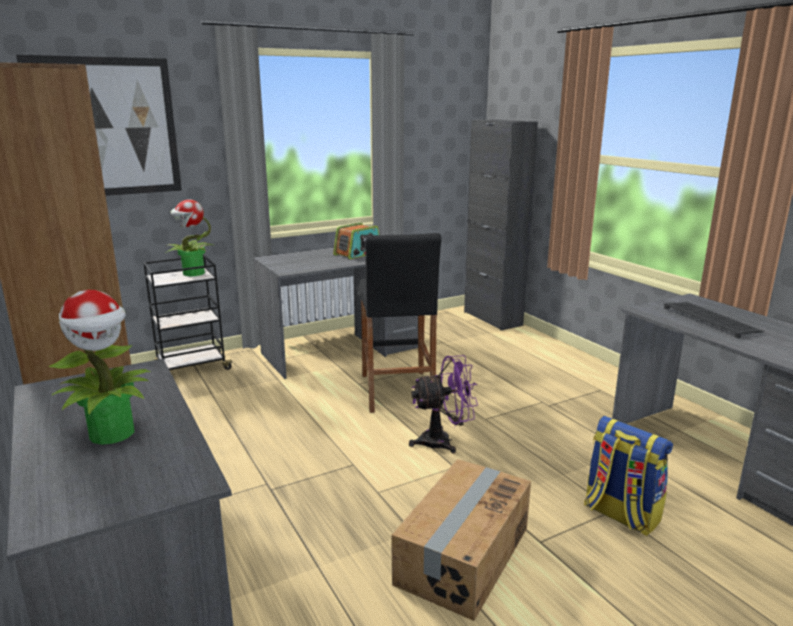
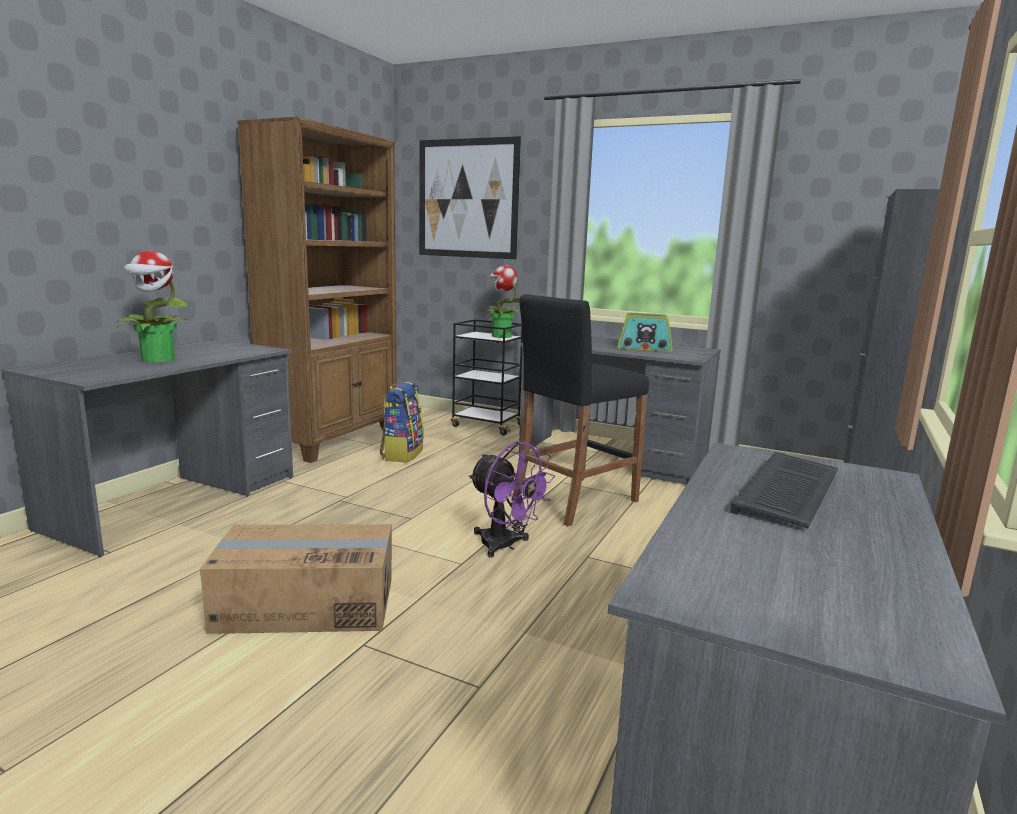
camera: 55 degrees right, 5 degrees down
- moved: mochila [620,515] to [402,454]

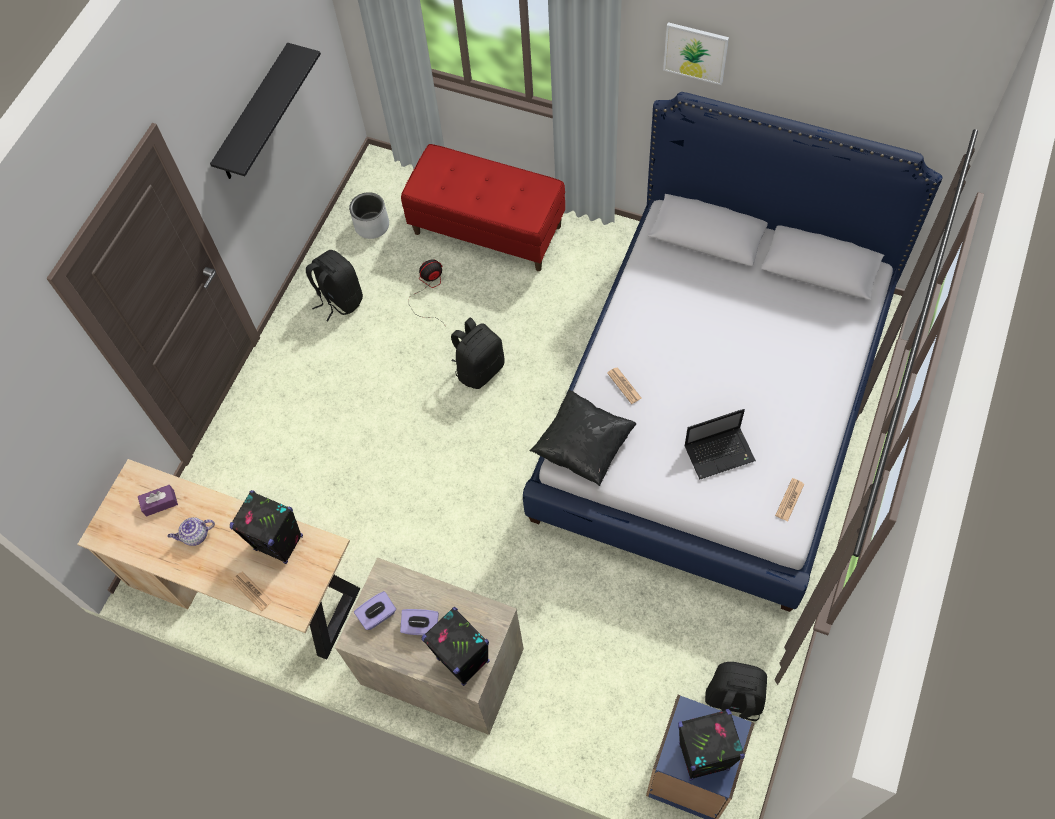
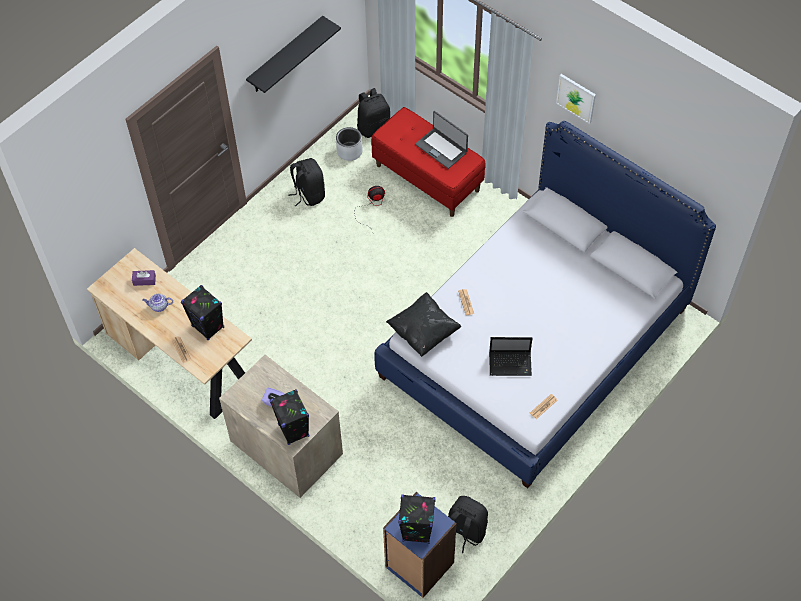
camera: 15 degrees right, 5 degrees down
- removed: caja de pañuelos [morado] [377,615]
- added: portátil [441,148]
- moved: mochila [negro] [479,369] to [373,127]

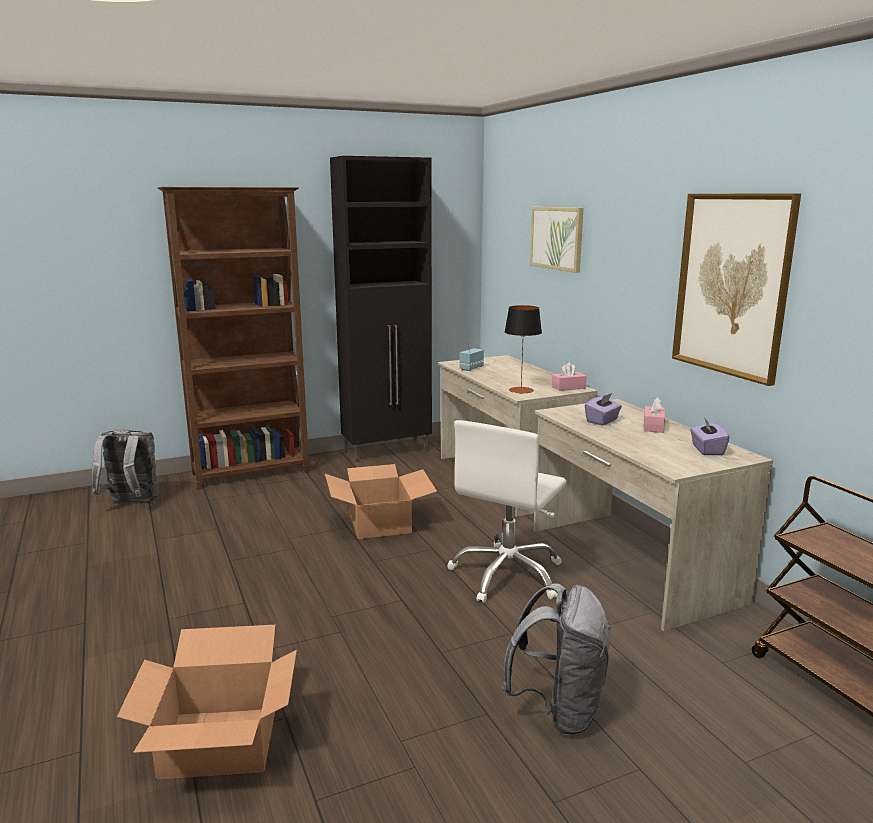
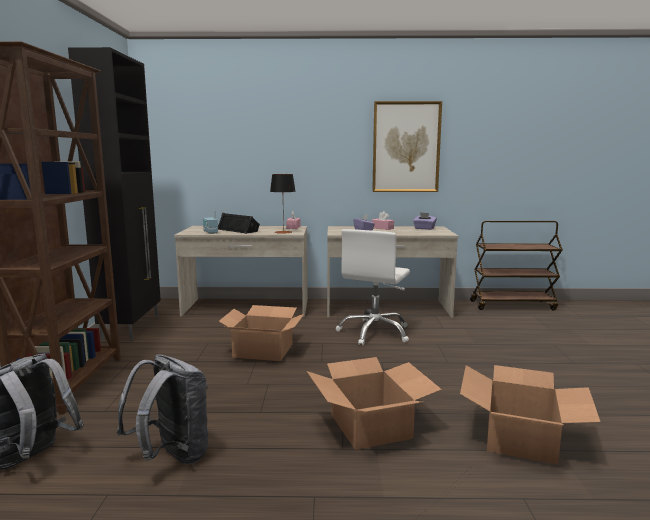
camera: 65 degrees left, 5 degrees down
- removed: cuadro [557,238]
- added: altavoz [negro] [238,230]
- added: caja de cartón [371,426]
- moved: mochila [gris] [559,710] to [171,456]
- turned: silla de oficina [blanco] [508,575] = [375,332] 60 degrees clockwise

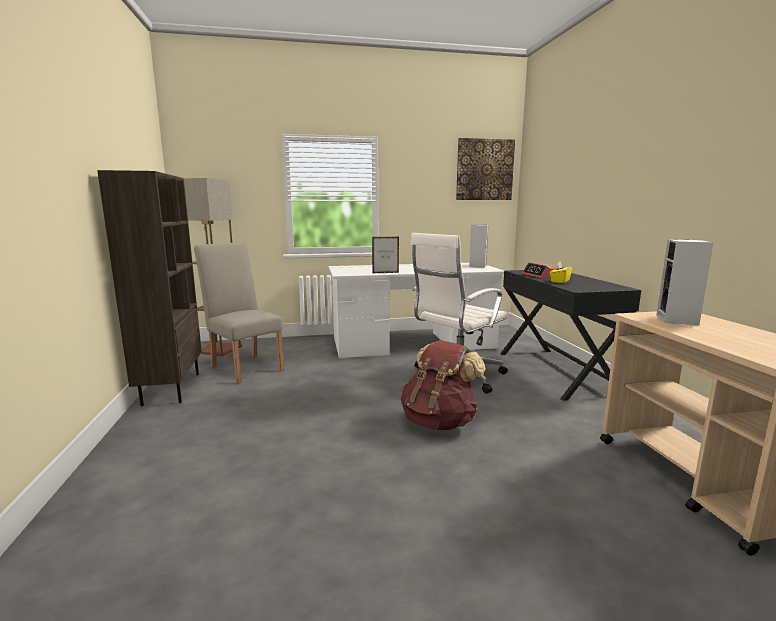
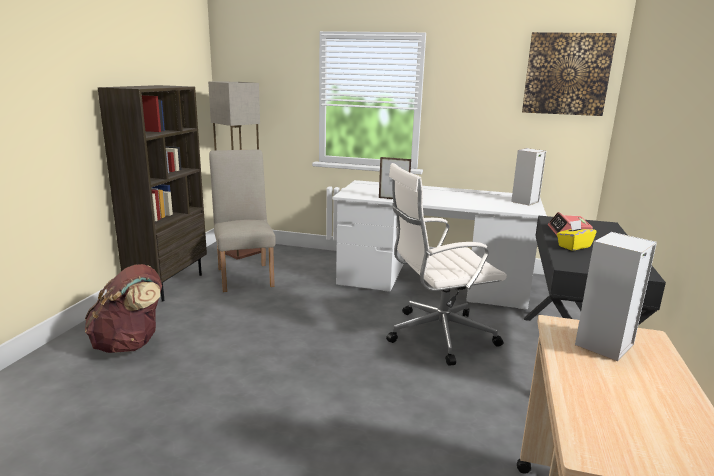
camera: 25 degrees right, 5 degrees up
- moved: mochila [marrón] [439,422] to [130,344]

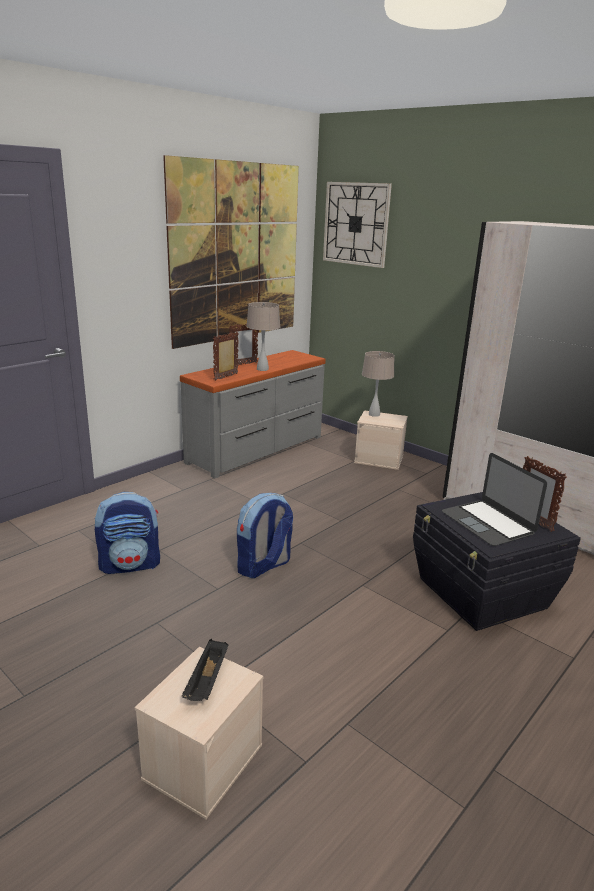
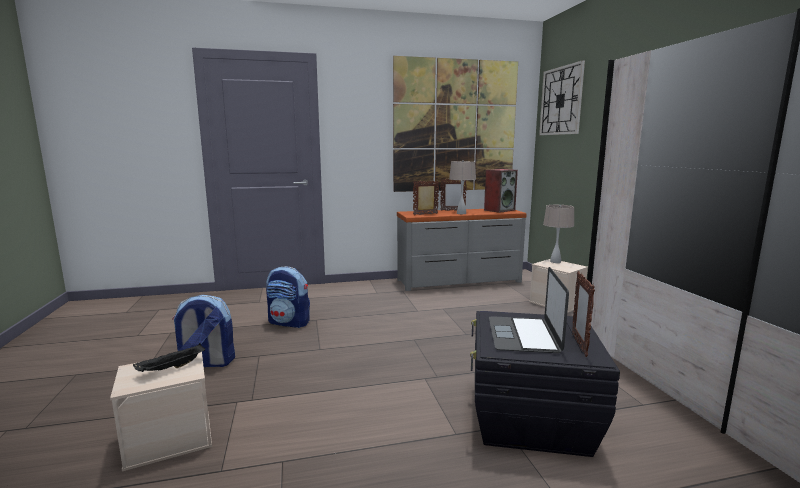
camera: 35 degrees right, 10 degrees down
- added: altavoz [499,210]
- moved: mochila [263,566] to [206,363]

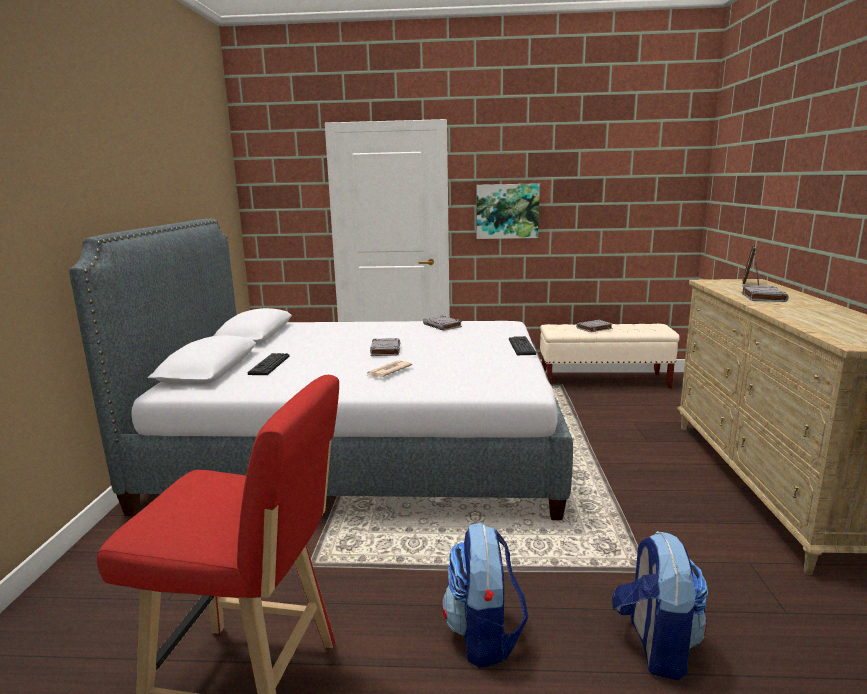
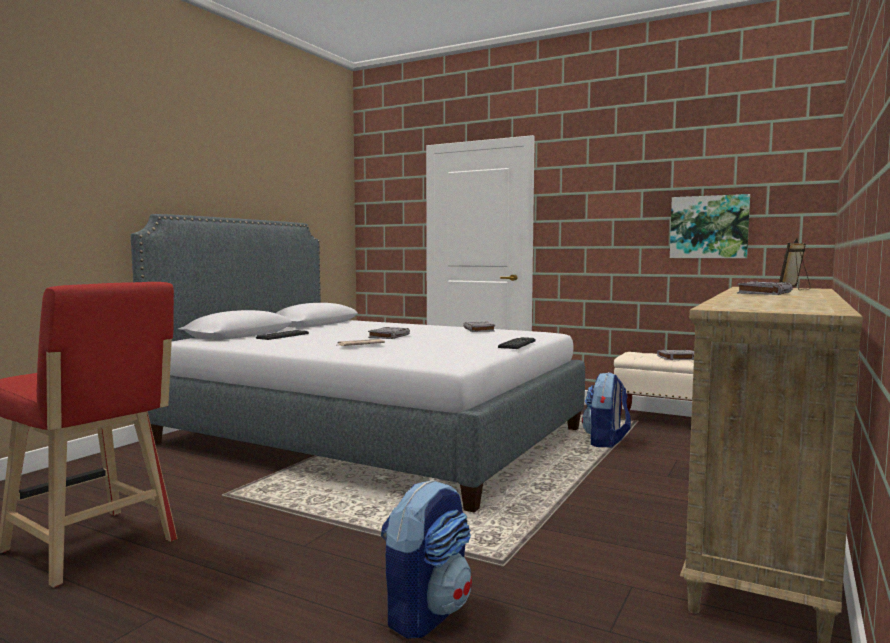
camera: 25 degrees right, 10 degrees down
- moved: mochila [484,636] to [606,442]
- moved: cuadro [507,211] to [709,227]

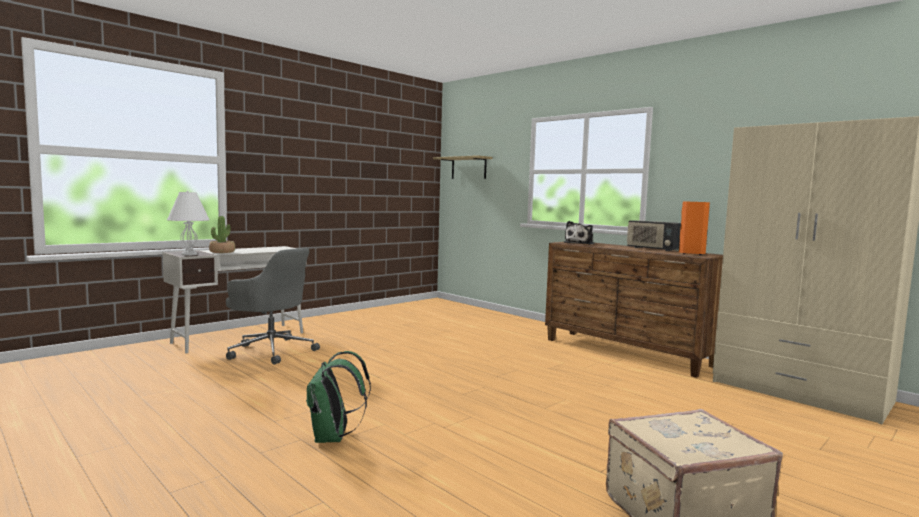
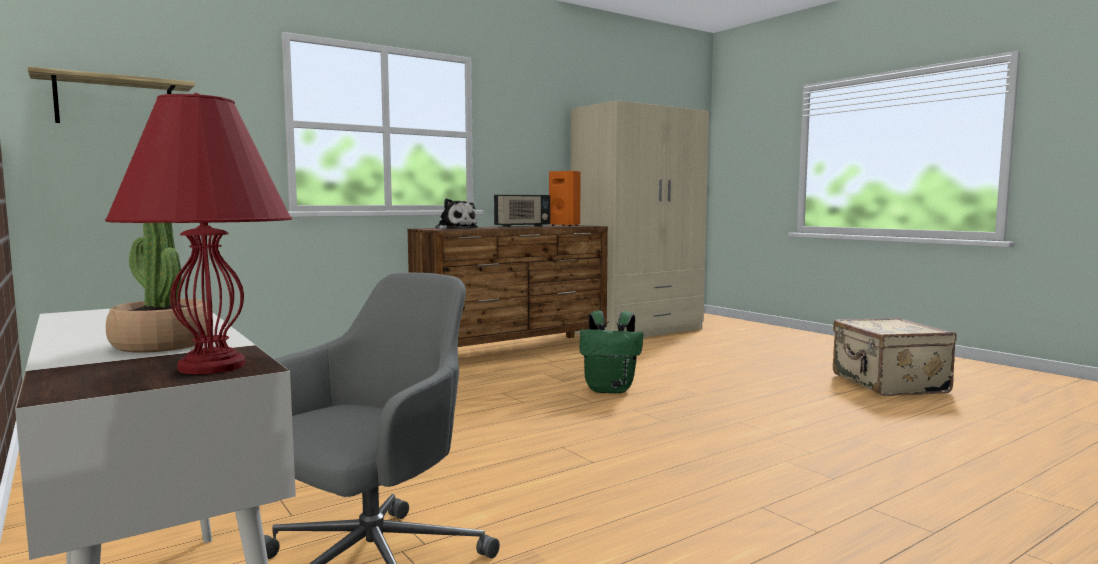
camera: 80 degrees left, 0 degrees up
- moved: mochila [verde] [333,438] to [610,389]
- recoloured: lámpara de mesa [blanco] [189,254] to lámpara de mesa [rojo] [212,366]

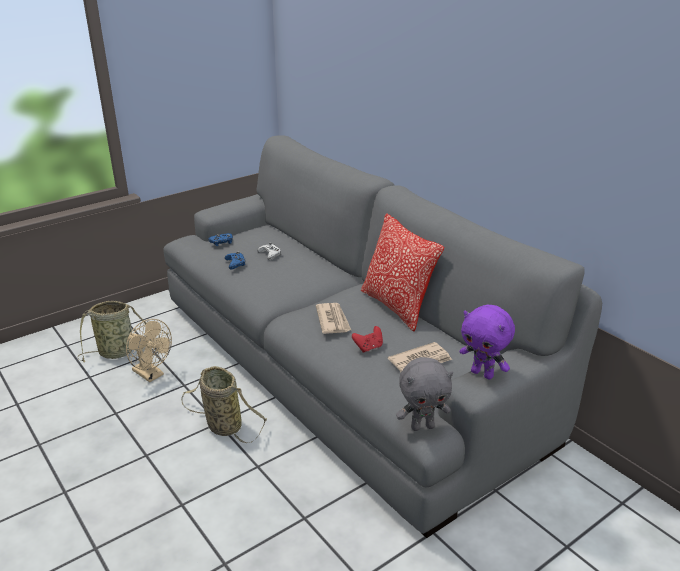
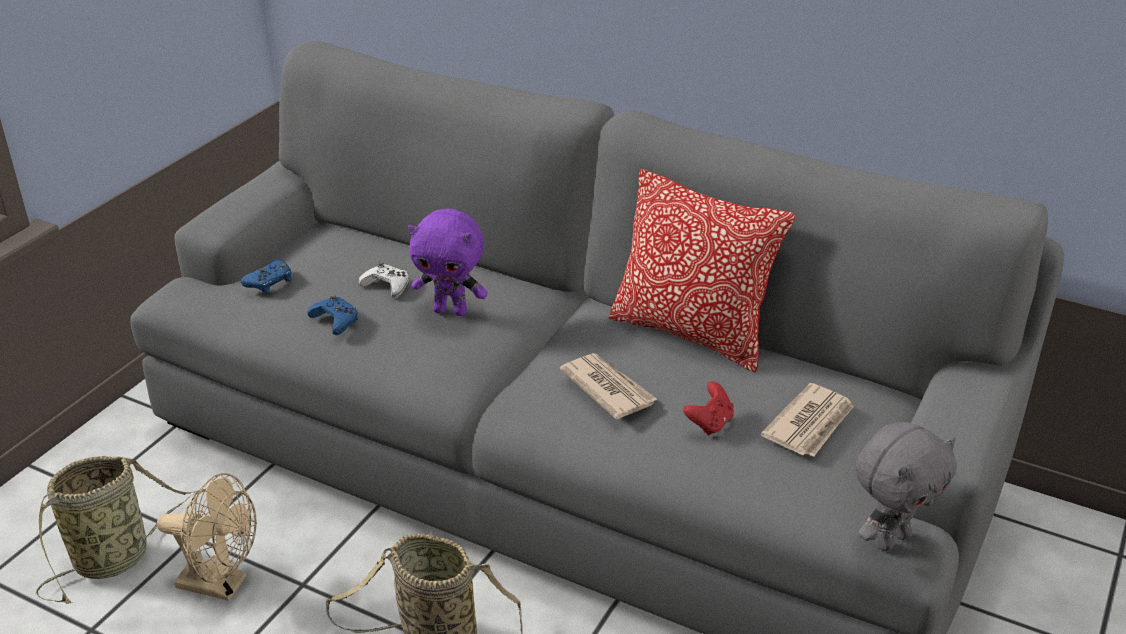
camera: 25 degrees left, 5 degrees up
- moved: peluche [morado] [483,374] to [451,311]

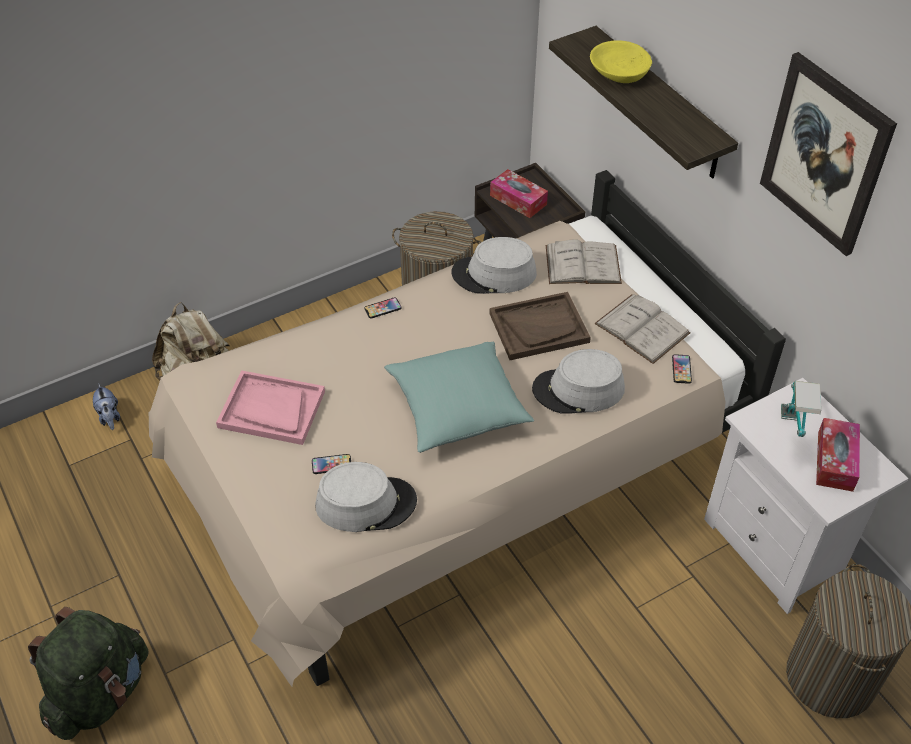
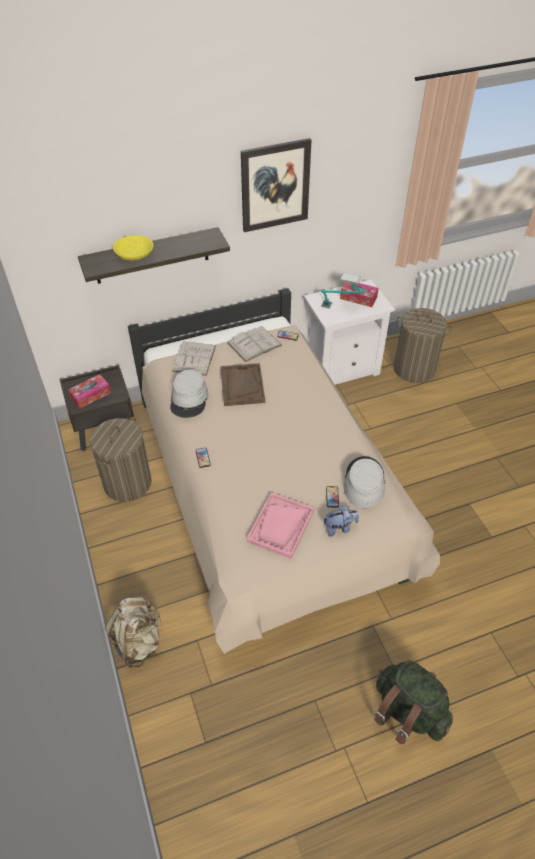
camera: 80 degrees left, 0 degrees up
- removed: cojín [turquesa] [457,408]
- removed: sombrero [gris] [578,390]
- moved: peluche [109,417] to [339,528]

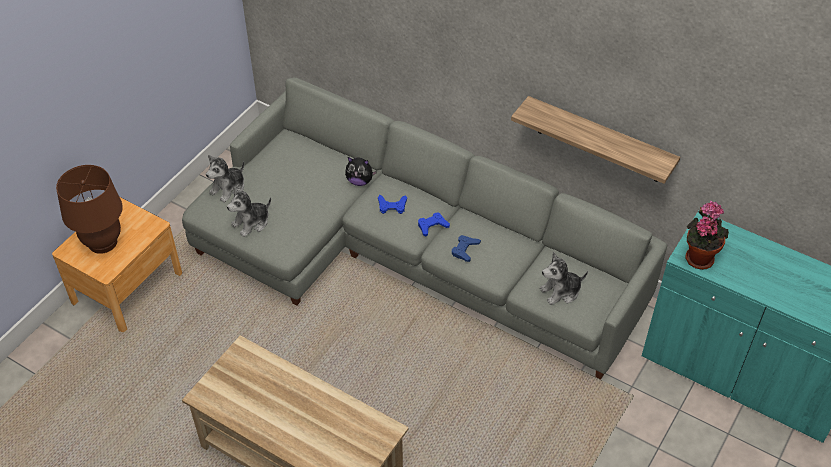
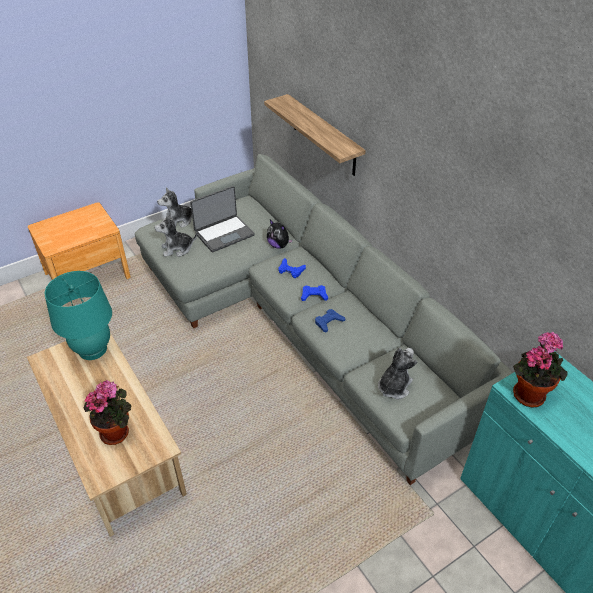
camera: 25 degrees right, 5 degrees down
- removed: lámpara de mesa [marrón] [102,242]
- added: lámpara de mesa [turquesa] [92,349]
- added: planta en maceta [117,431]
- added: portátil [224,233]
- moved: estante [599,141] to [323,135]
- turned: peluche [561,292] = [394,386] 120 degrees clockwise

